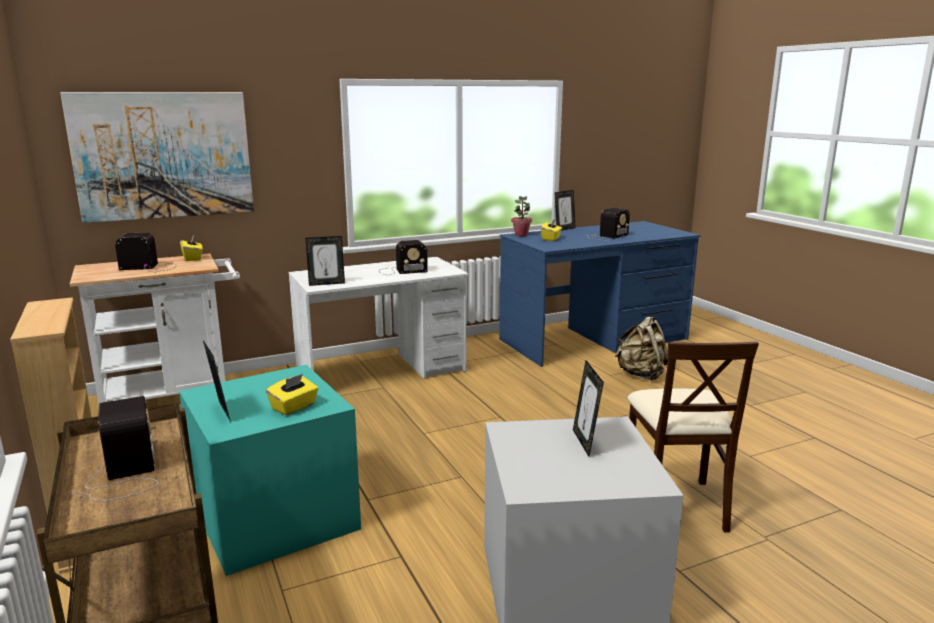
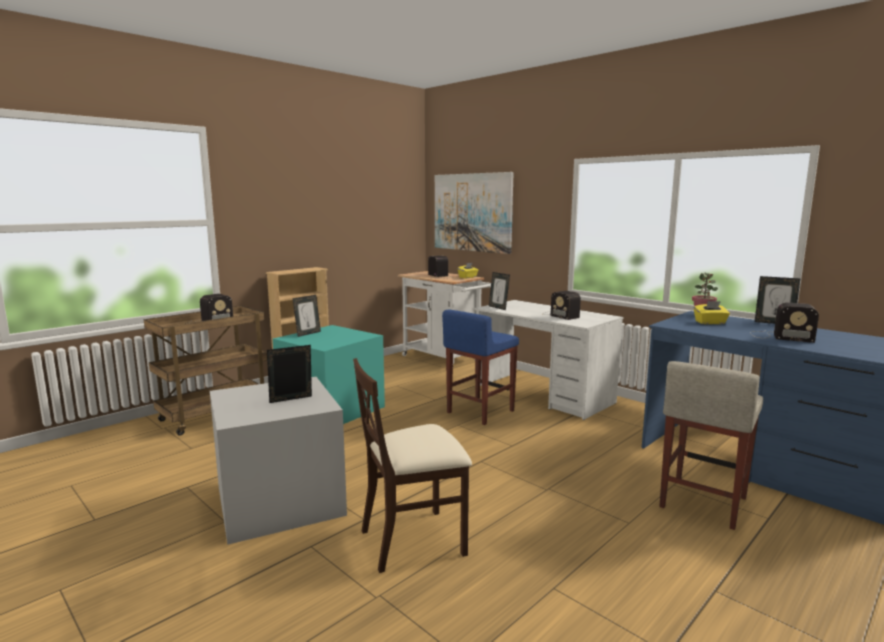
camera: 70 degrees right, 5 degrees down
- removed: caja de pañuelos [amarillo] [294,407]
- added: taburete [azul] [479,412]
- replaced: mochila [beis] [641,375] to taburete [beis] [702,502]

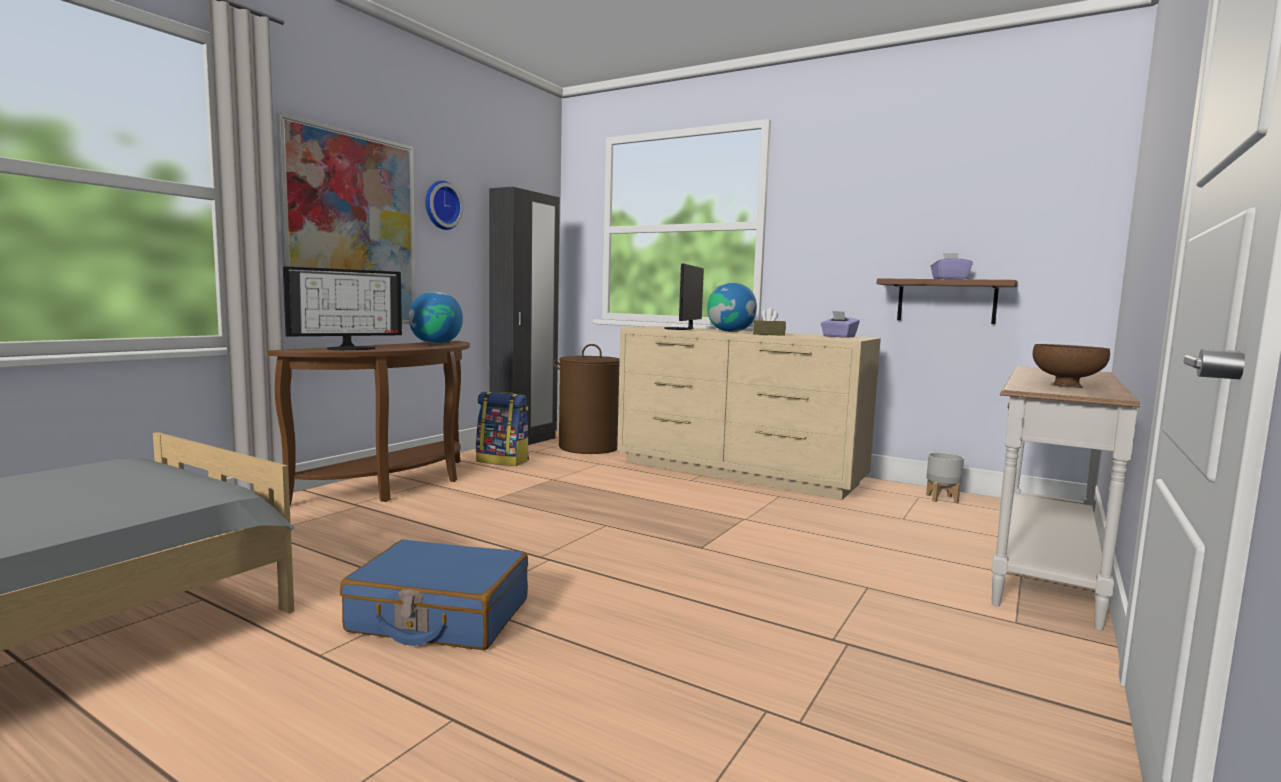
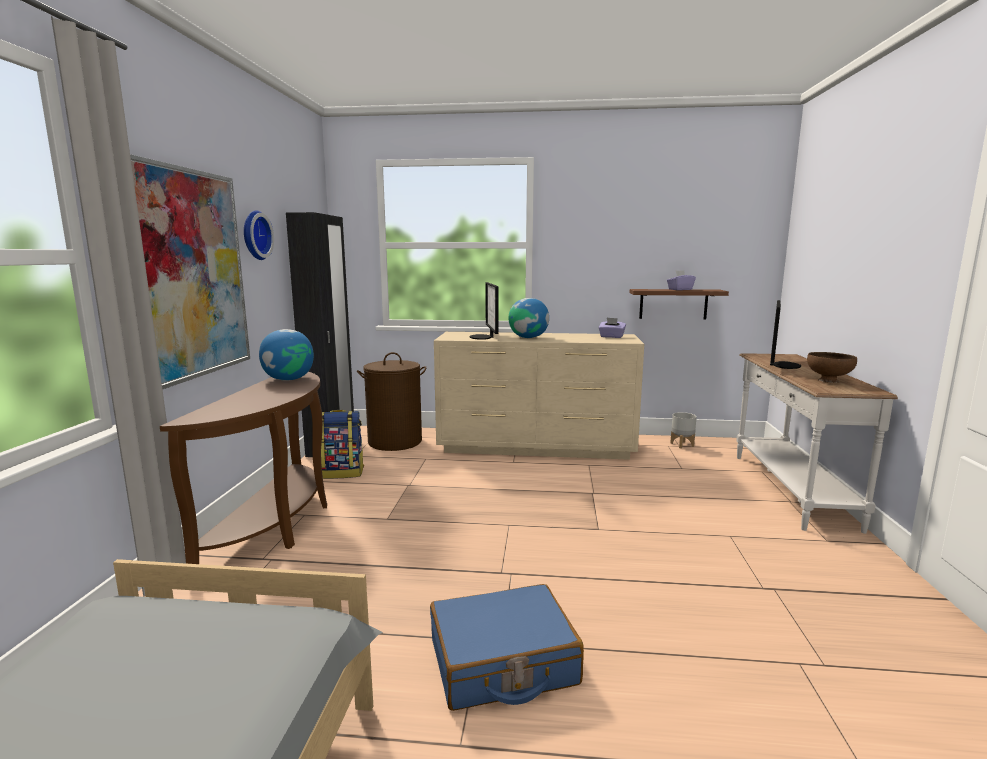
camera: 25 degrees left, 5 degrees up
- removed: caja de pañuelos [marrón] [768,334]
- moved: monitor [351,348] to [781,365]

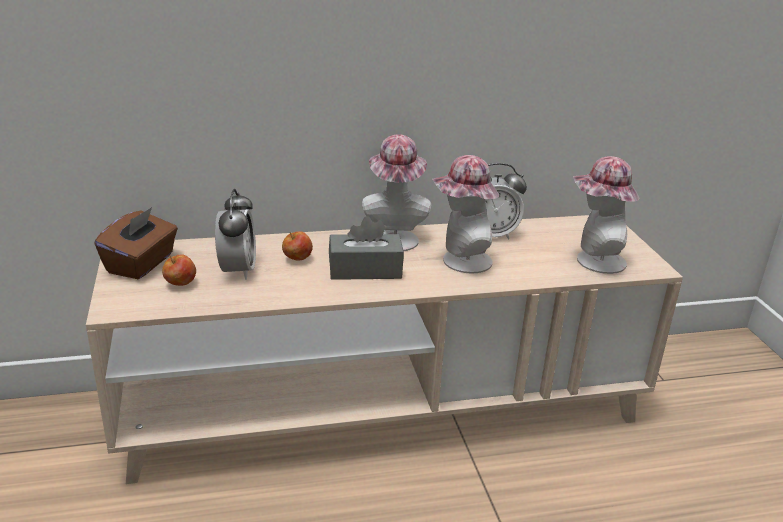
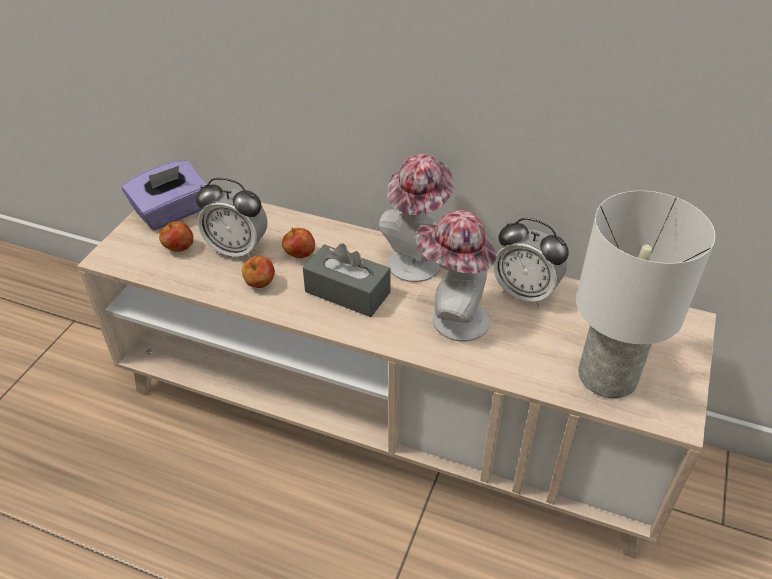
camera: 35 degrees right, 15 degrees up
- added: manzana [260,284]
- replaced: sombrero [594,261] to lámpara de mesa [blanco] [608,378]
- recoloured: caja de pañuelos [marrón] [141,264] to caja de pañuelos [morado] [172,213]
- turned: despertador [238,270] = [237,250] 75 degrees clockwise

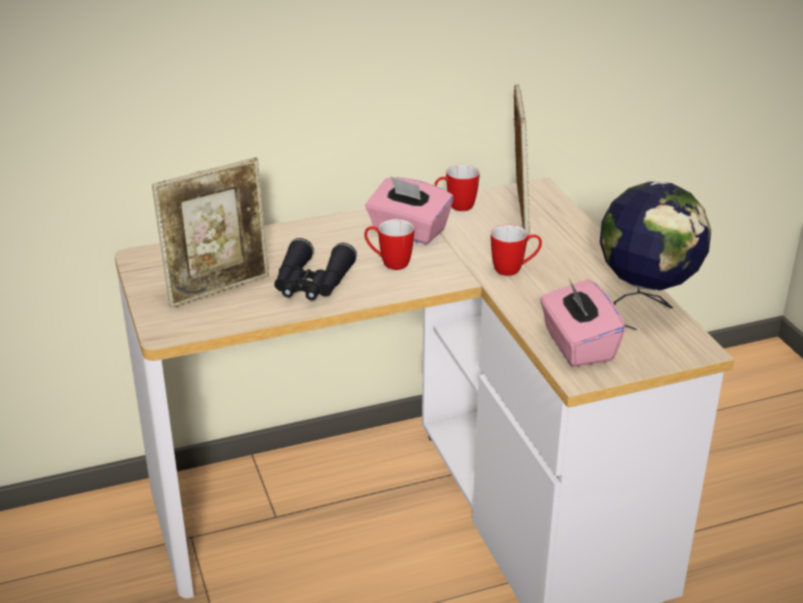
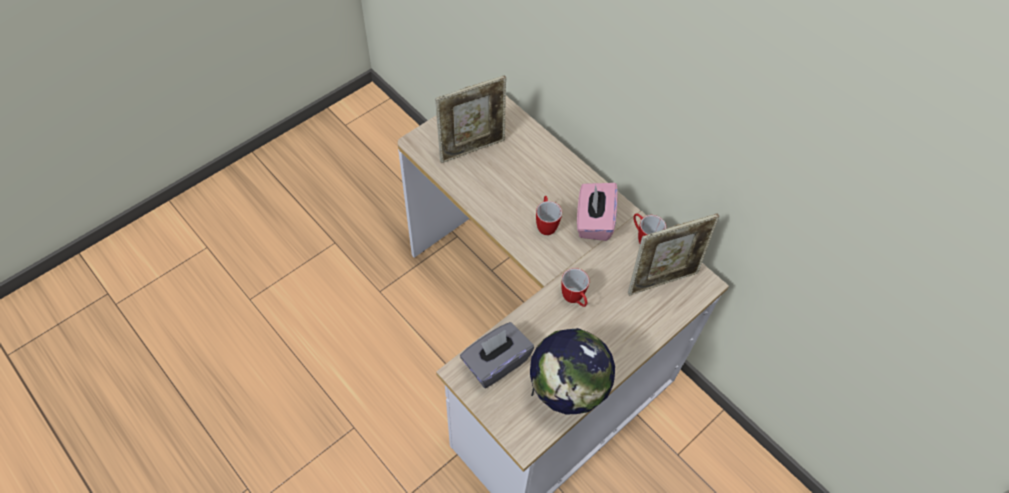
camera: 65 degrees right, 25 degrees up
- removed: prismáticos [negro] [312,284]
- recoloured: caja de pañuelos [rosa] [577,345] to caja de pañuelos [gris] [496,363]
- turned: portarretratos [219,289] = [472,148] 60 degrees counterclockwise

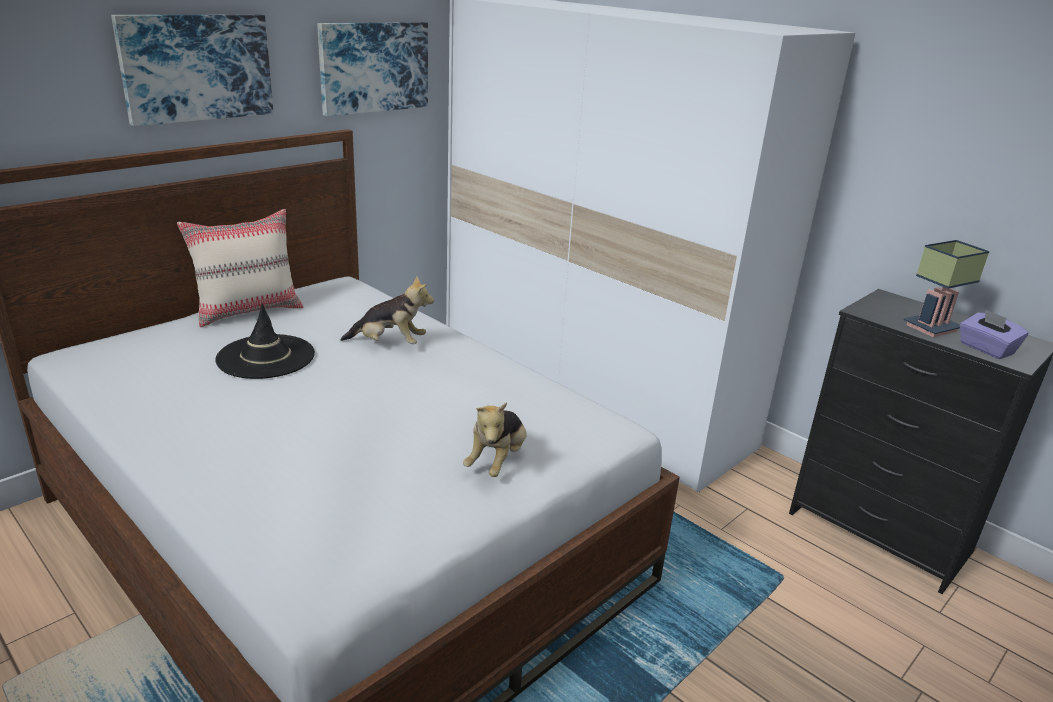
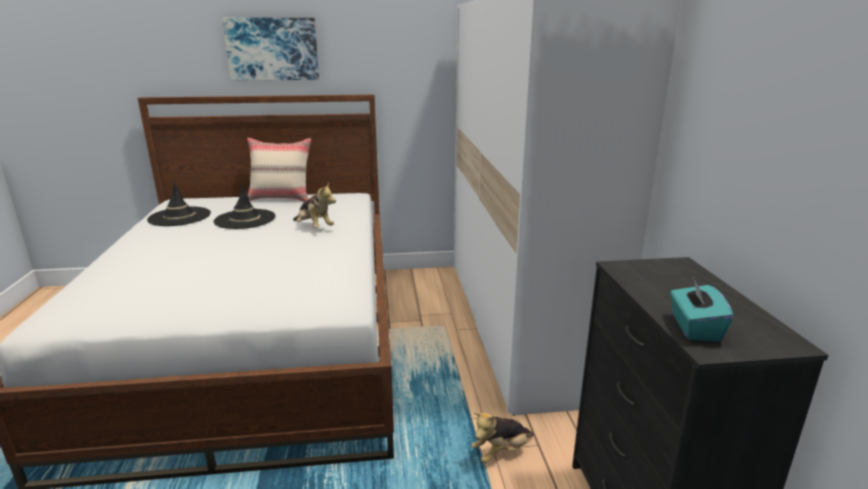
camera: 40 degrees right, 5 degrees down
- removed: cuadro [373,67]
- removed: lámpara de mesa [932,329]
- added: sombrero [negro] [179,217]
- moved: peluche [497,461] to [501,452]
- recoloured: caja de pañuelos [morado] [985,349] to caja de pañuelos [turquesa] [694,328]

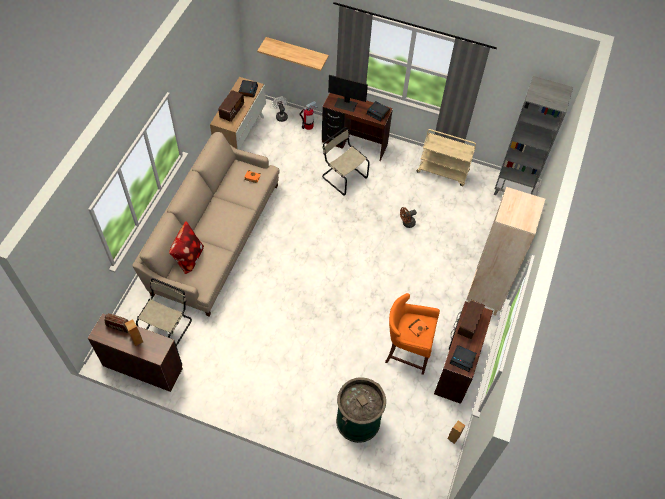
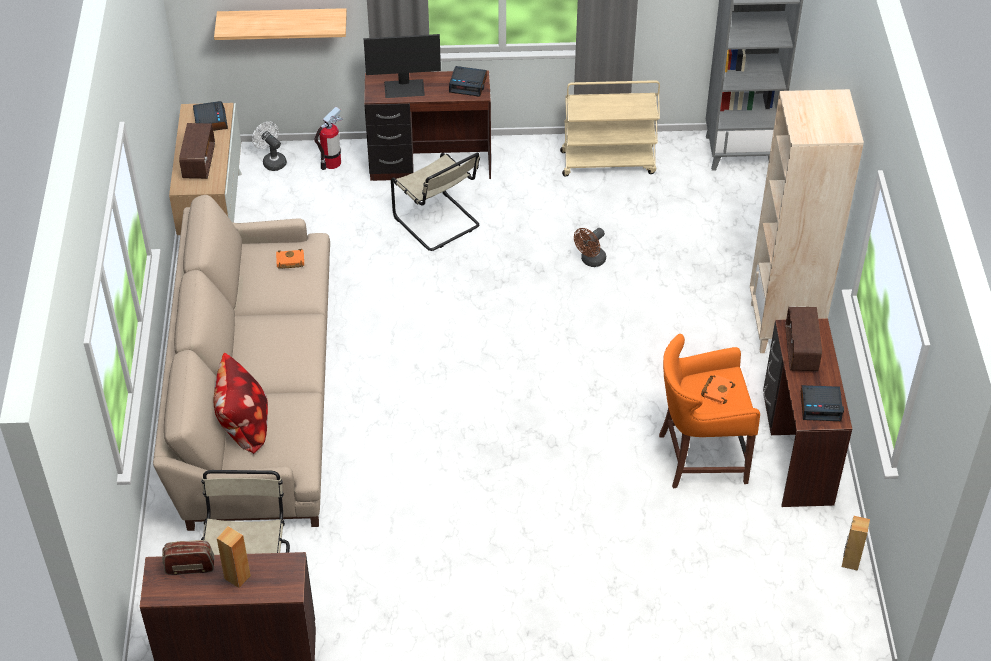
camera: 20 degrees left, 10 degrees down
- removed: papelera [verde] [358,421]
- turned: silla [beis] [343,176] = [438,223] 150 degrees counterclockwise

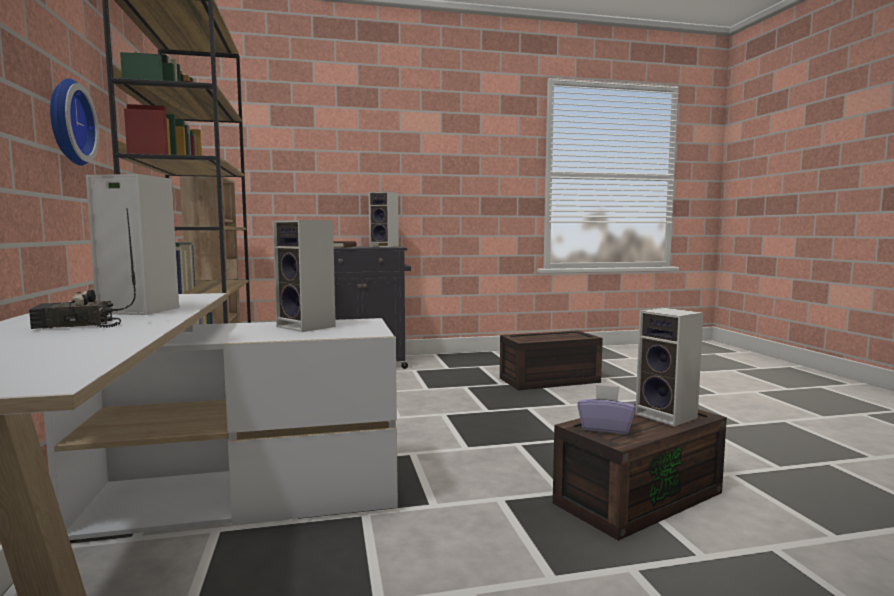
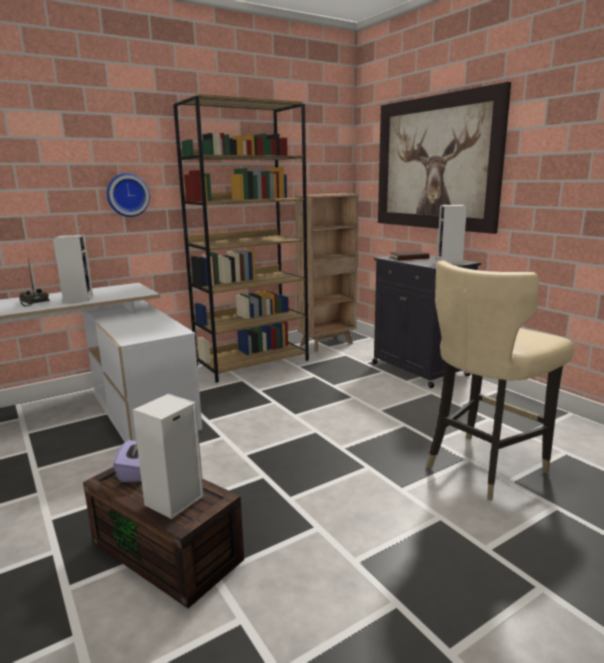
camera: 70 degrees right, 10 degrees up
- removed: altavoz [308,327]
- added: cuadro [435,163]
- replaced: caja de almacenaje [marrón] [549,381] to silla [beis] [483,466]

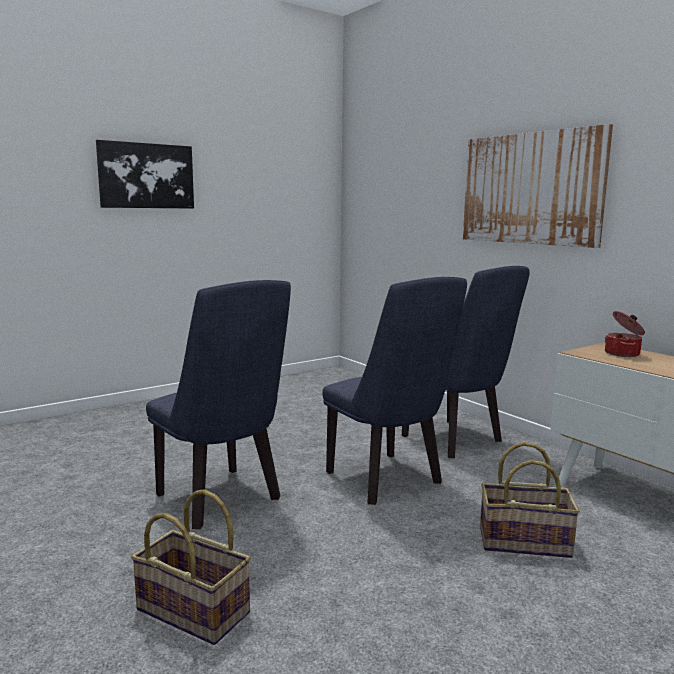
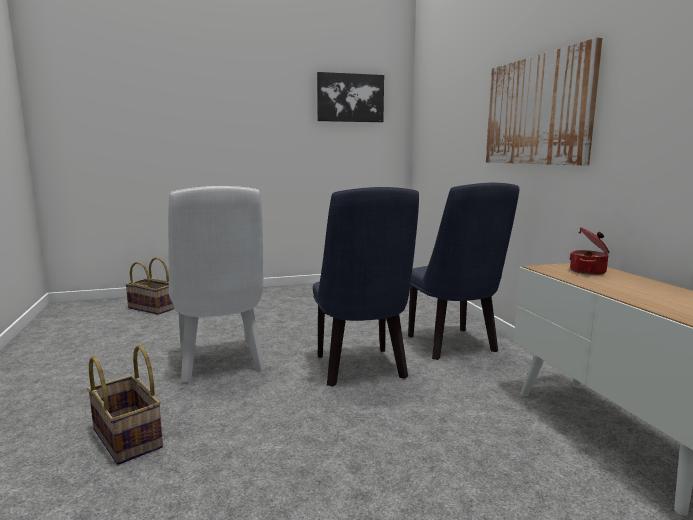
camera: 20 degrees right, 0 degrees up
- moved: cuadro [146,176] to [350,98]
- moved: cesta [524,541] to [153,308]
- recoloured: silla [azul] [223,501] to silla [blanco] [221,366]

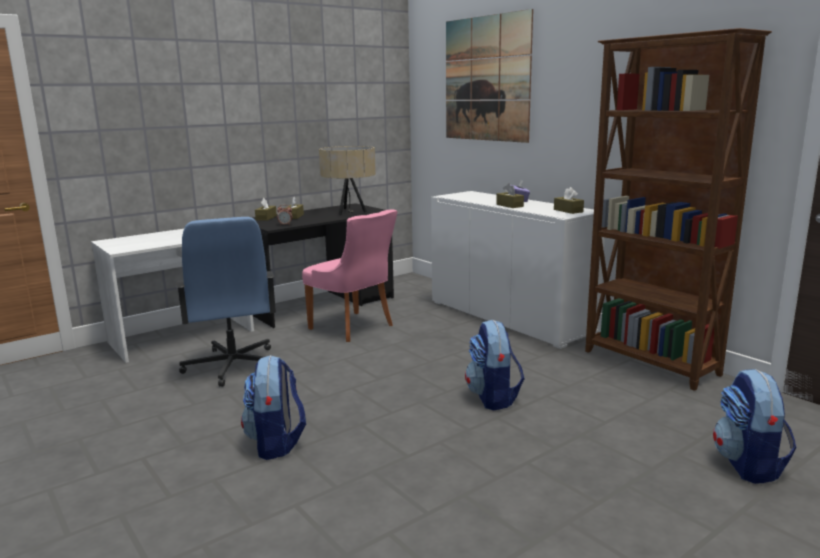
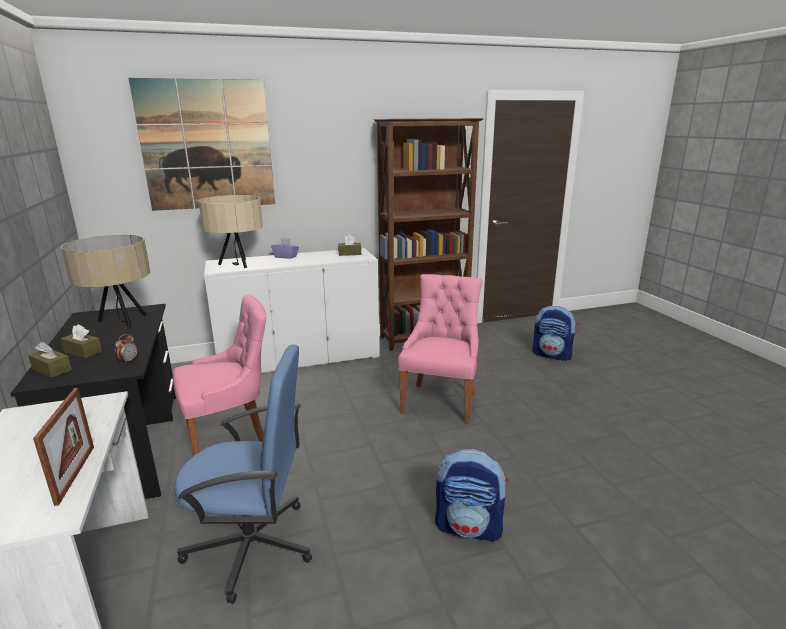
camera: 70 degrees left, 5 degrees up
- removed: caja de pañuelos [marrón] [509,205]
- added: portarretratos [75,474]
- added: lámpara de mesa [beis] [237,265]
- replaced: mochila [493,398] to silla [rosa] [441,401]

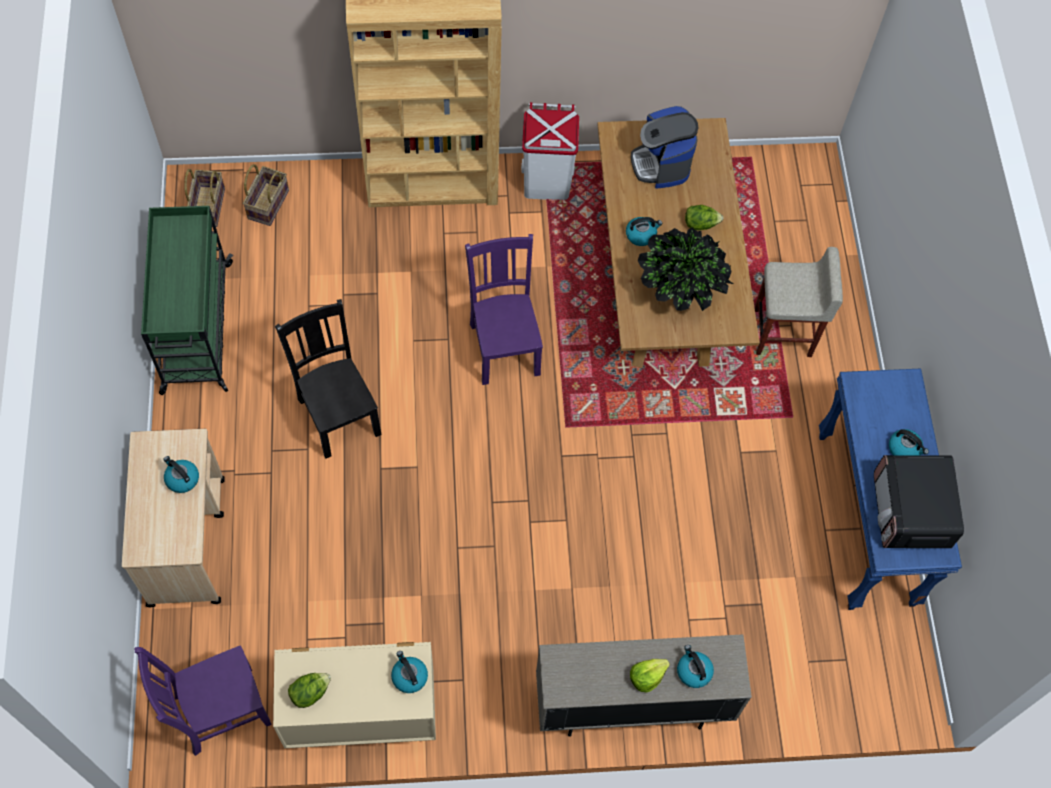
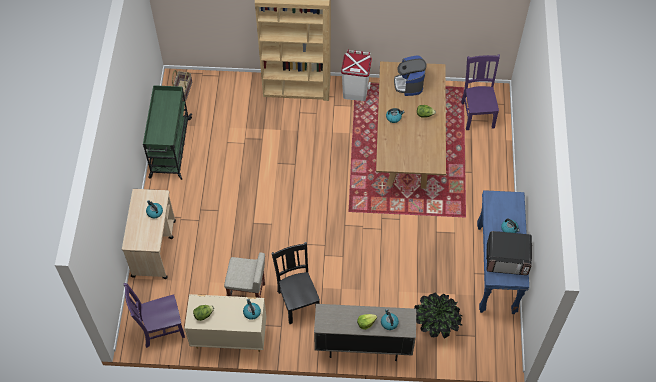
camera: 10 degrees right, 5 degrees down
- removed: cesta [267,204]
- moved: silla [negro] [338,414] to [298,301]
- moved: silla [morado] [504,346] to [477,113]
- moved: planta en maceta [680,291] to [436,324]
- moved: taburete [beis] [783,333] to [248,295]
- turned: microondas [910,512] = [507,259] 90 degrees counterclockwise

